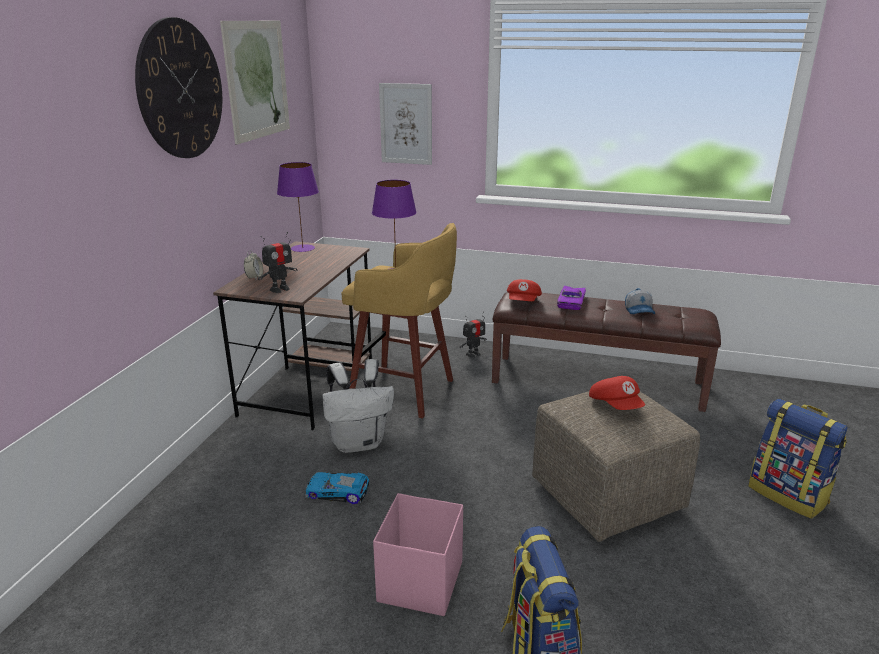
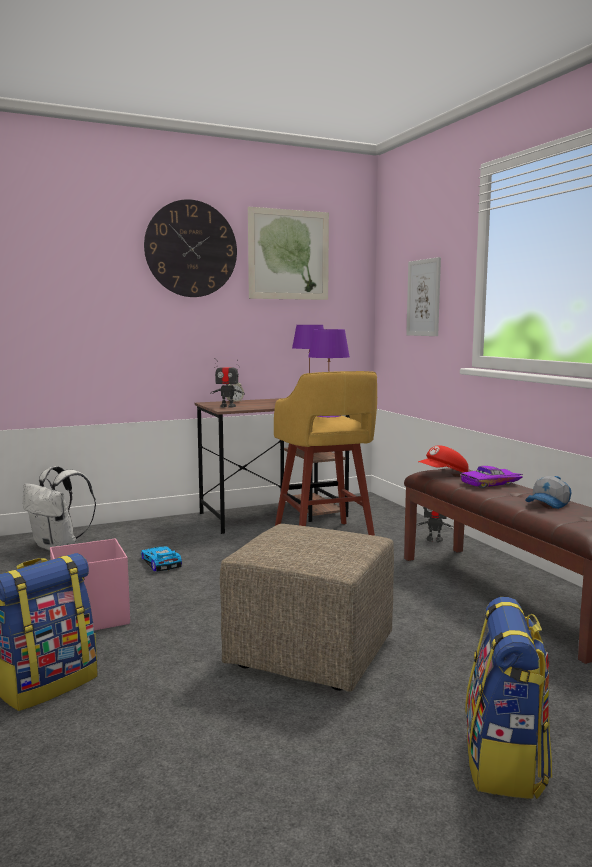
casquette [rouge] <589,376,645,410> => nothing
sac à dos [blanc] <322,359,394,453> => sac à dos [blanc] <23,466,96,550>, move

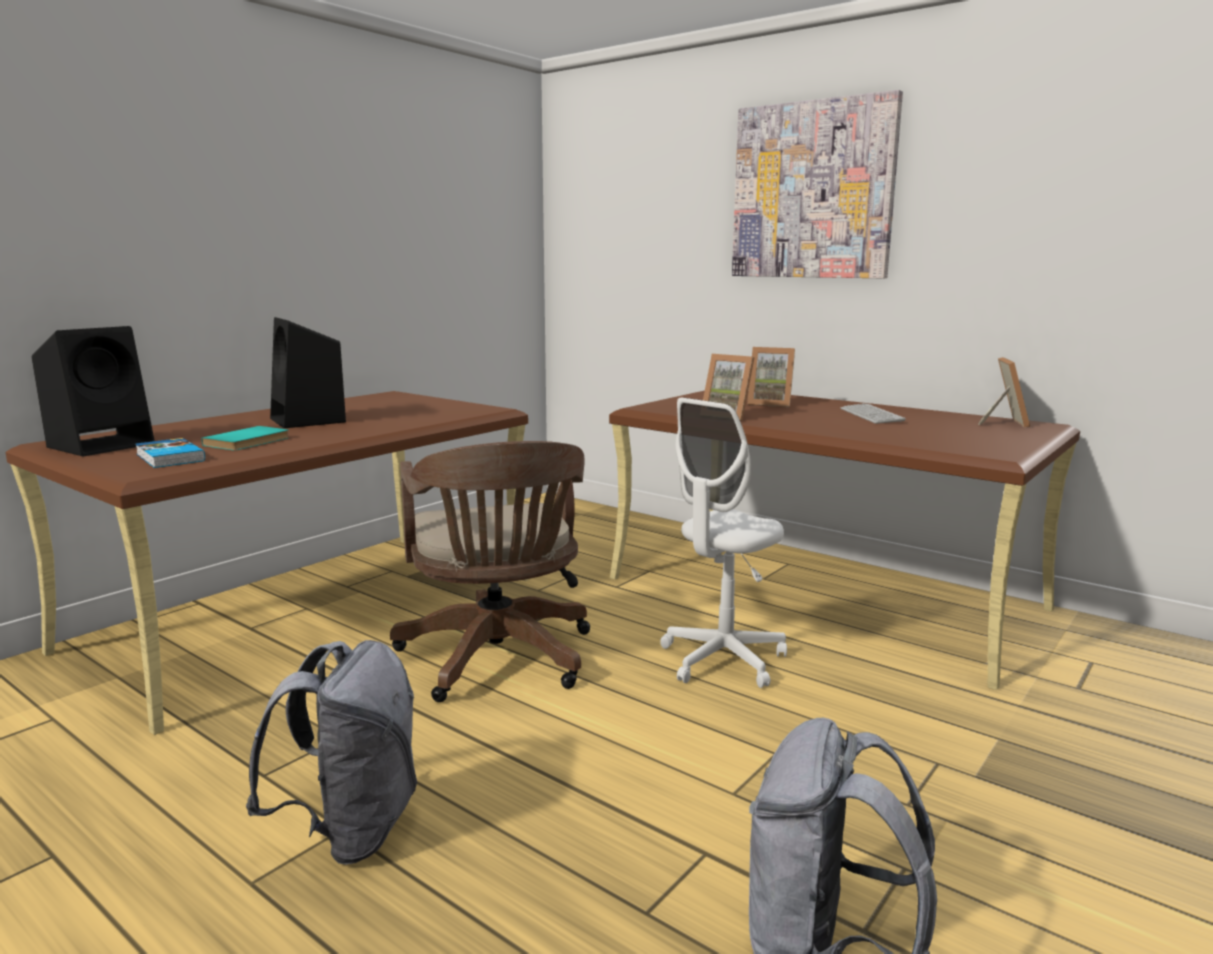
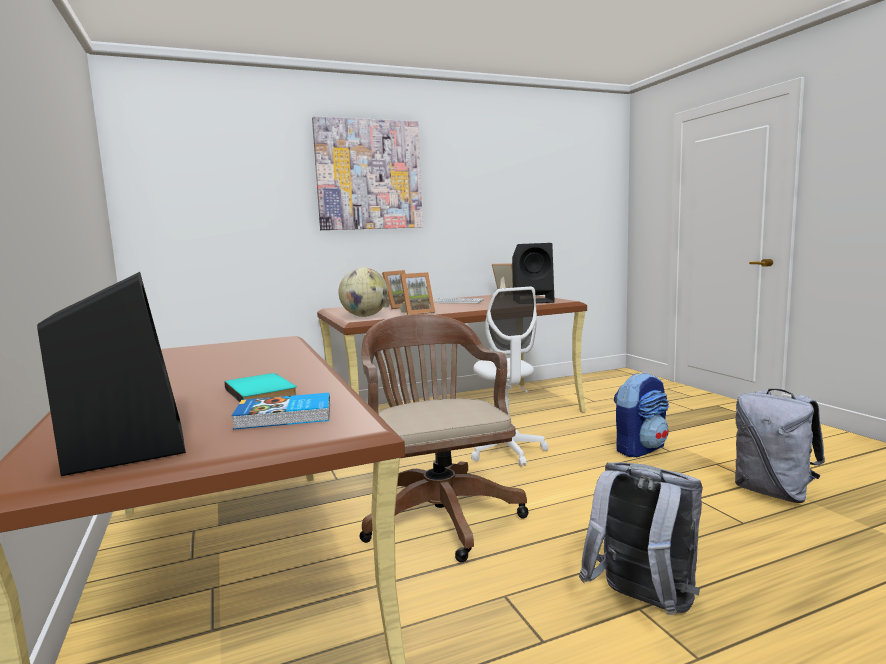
nothing => globe <339,268,388,317>
nothing => sac à dos <614,372,669,457>
enceinte [noir] <270,317,346,428> => enceinte [noir] <512,243,555,303>, move
chaise de bureau [marron] <390,441,590,702> => chaise de bureau [marron] <360,314,529,562>, 120 degrees counterclockwise

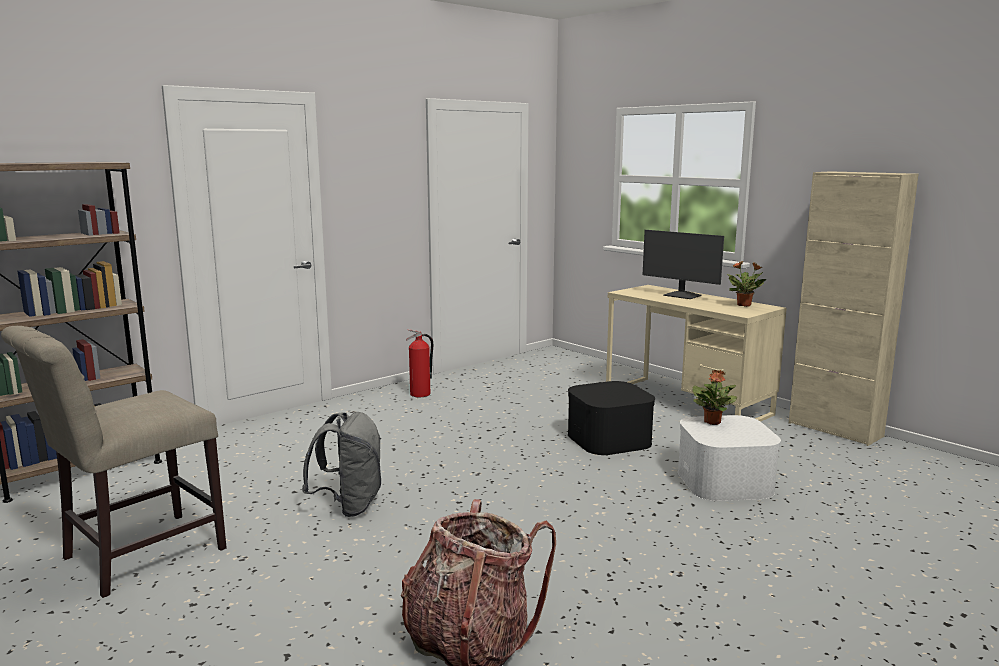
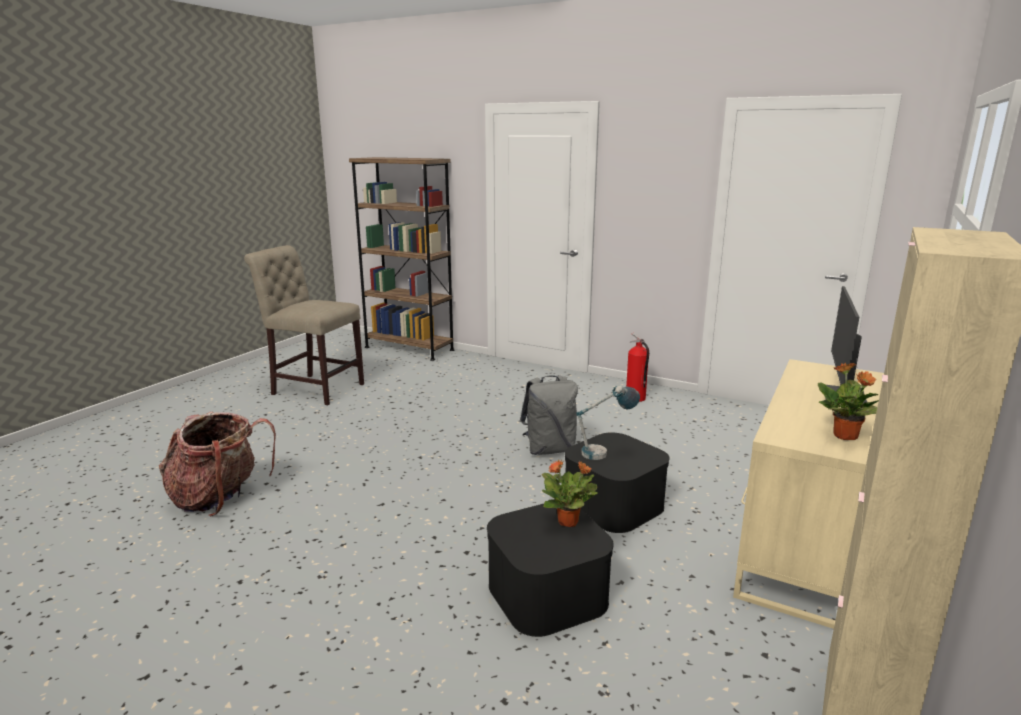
nothing => lampe de table <576,385,640,460>
sac à dos [gris] <302,412,381,517> => sac à dos [gris] <520,375,578,455>, move
boîte de rangement [blanc] <678,415,781,501> => boîte de rangement [noir] <487,504,614,637>

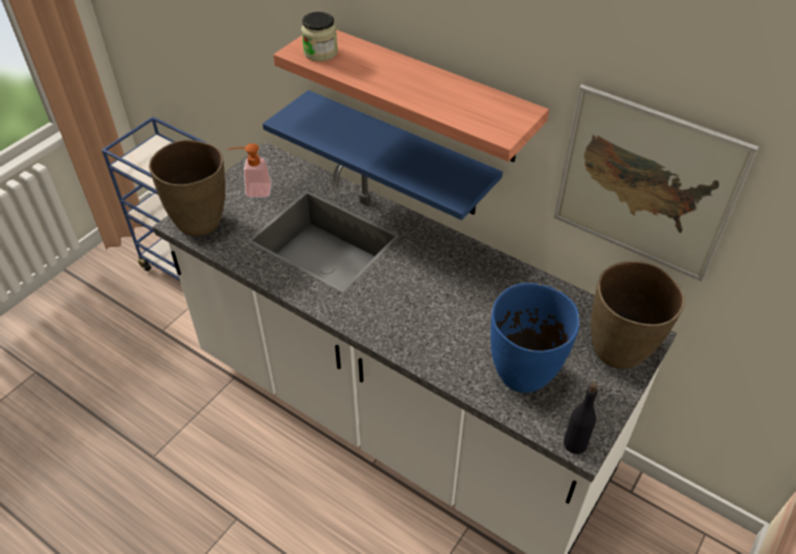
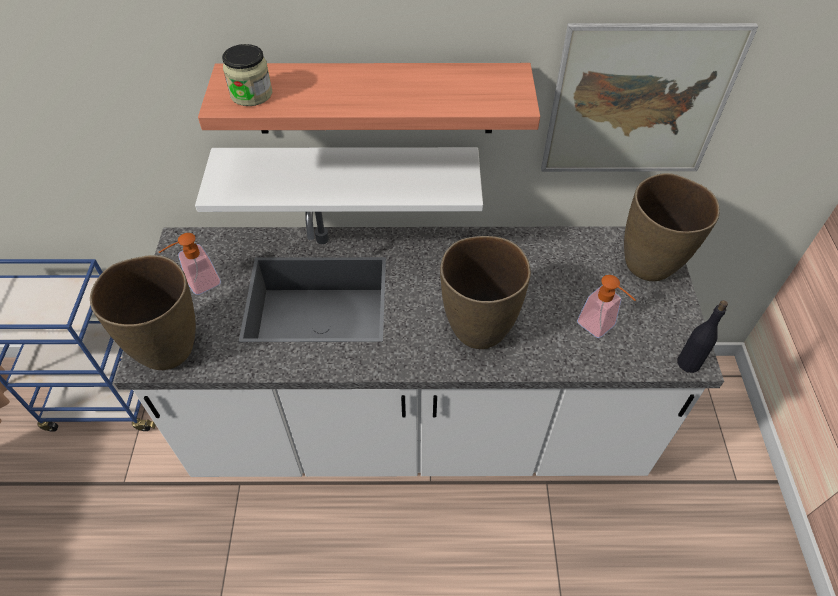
nothing => vase [marron] <440,236,531,349>
vase [bleu] <490,283,580,393> => distributeur de savon <577,275,636,338>
étagère [bleu] <263,90,503,220> => étagère [blanc] <195,147,483,212>

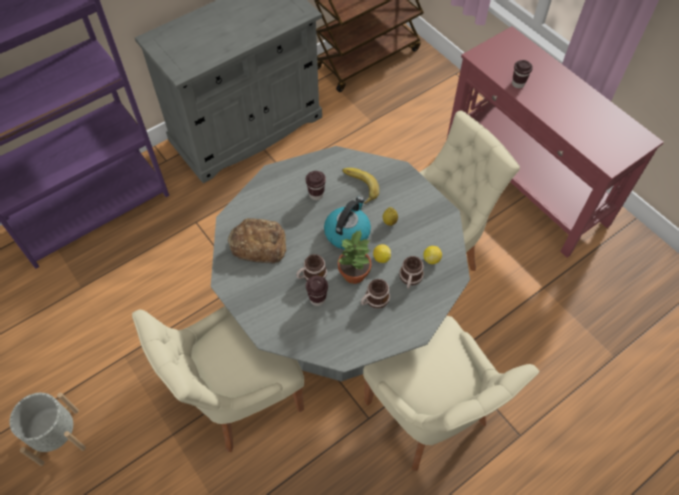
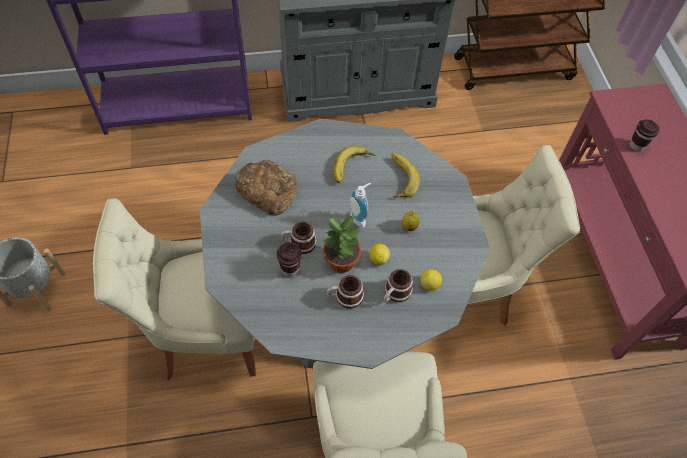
tasse [marron] <306,171,326,200> => banane <333,145,375,183>
bouilloire <324,197,371,249> => distributeur de savon <350,183,371,228>

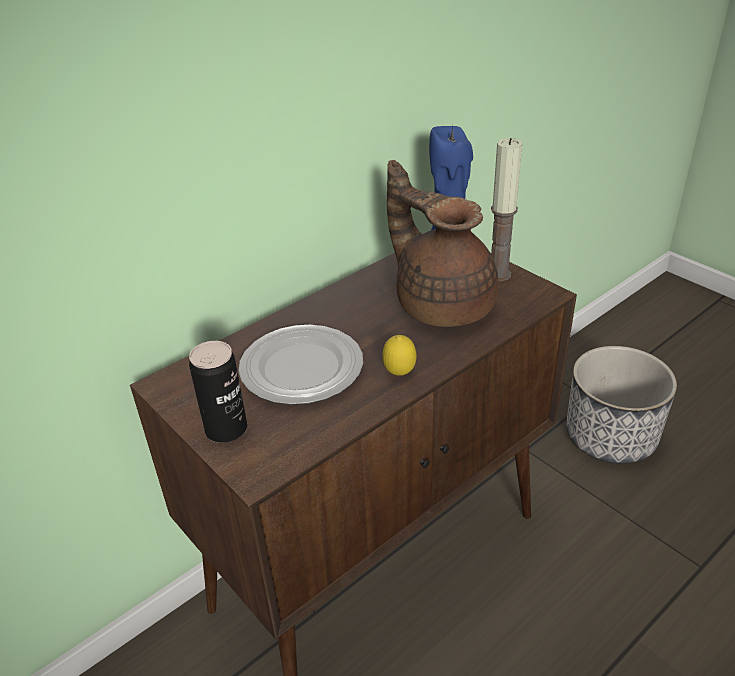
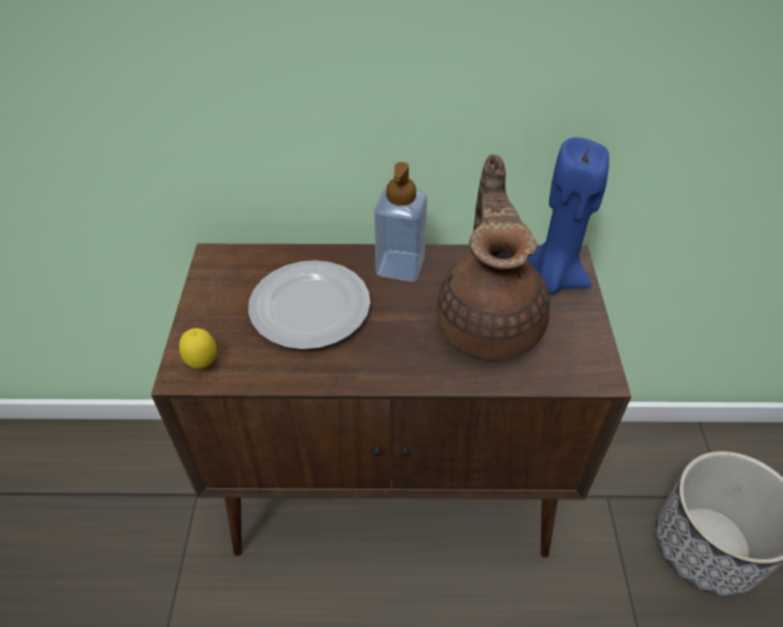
boîte métallique <189,341,247,443> => nothing
bougie <491,138,522,281> => nothing
nothing => distributeur de savon <374,162,427,282>
citron <382,335,416,376> => citron <179,328,216,369>, move

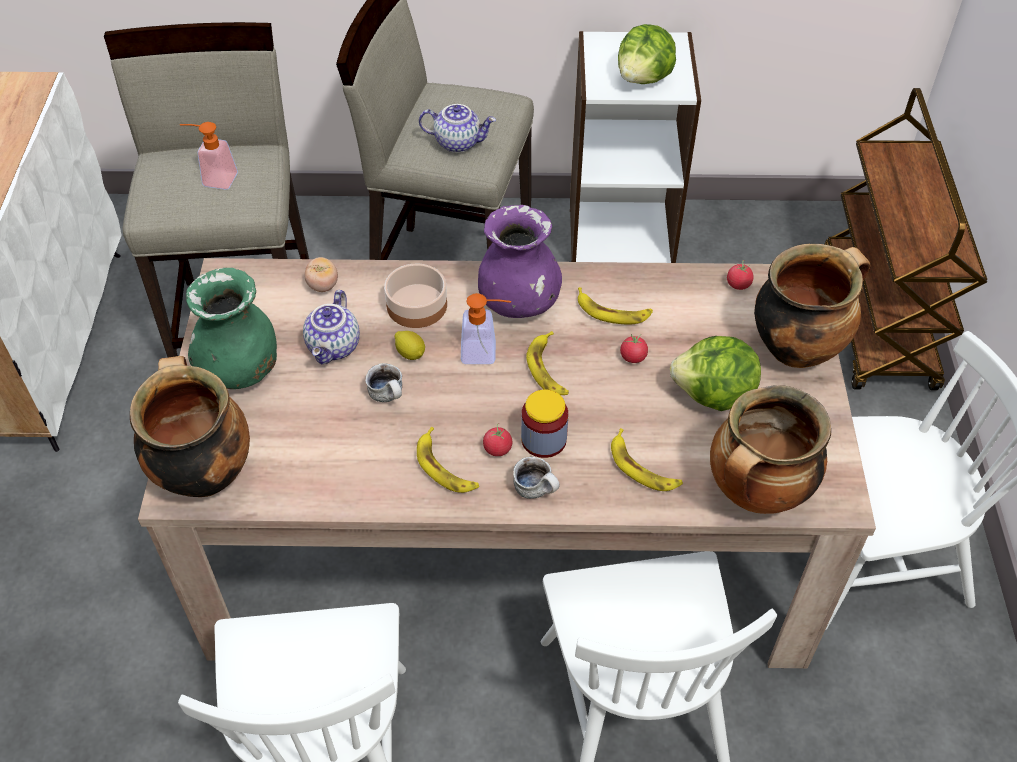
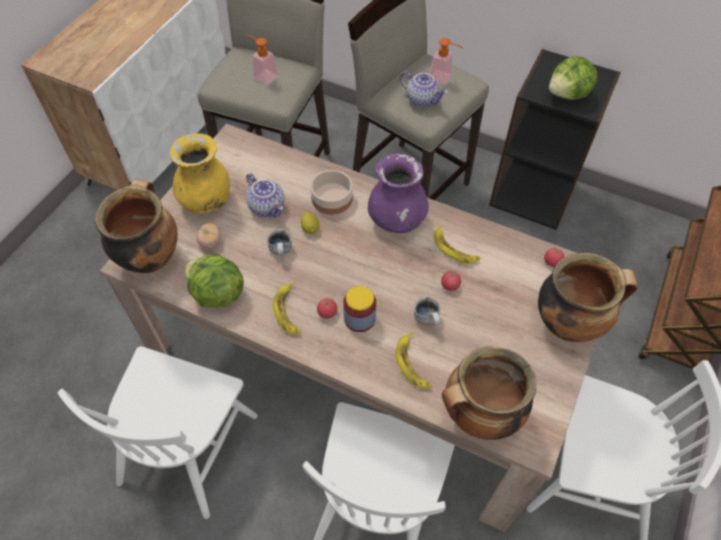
banane <526,331,569,395> => nothing
tomate <304,257,338,292> => tomate <196,223,221,249>, move
distributeur de savon <461,293,511,364> => distributeur de savon <430,38,463,84>, move
mug <513,457,559,499> => mug <414,296,441,326>, move
laitue <670,336,761,411> => laitue <185,254,244,307>, move
vase [vert] <186,268,277,389> => vase [jaune] <170,133,230,214>
bibliothèque [blanc] <570,31,701,263> => bibliothèque [noir] <489,49,621,230>
théière <303,290,360,364> => théière <246,173,284,217>, 75 degrees counterclockwise

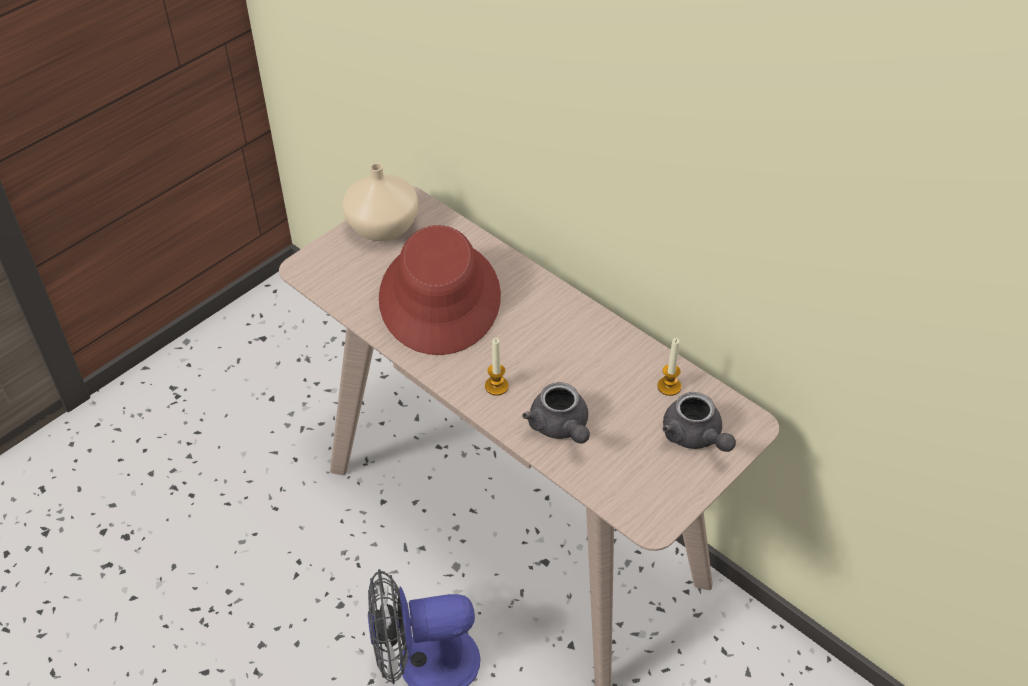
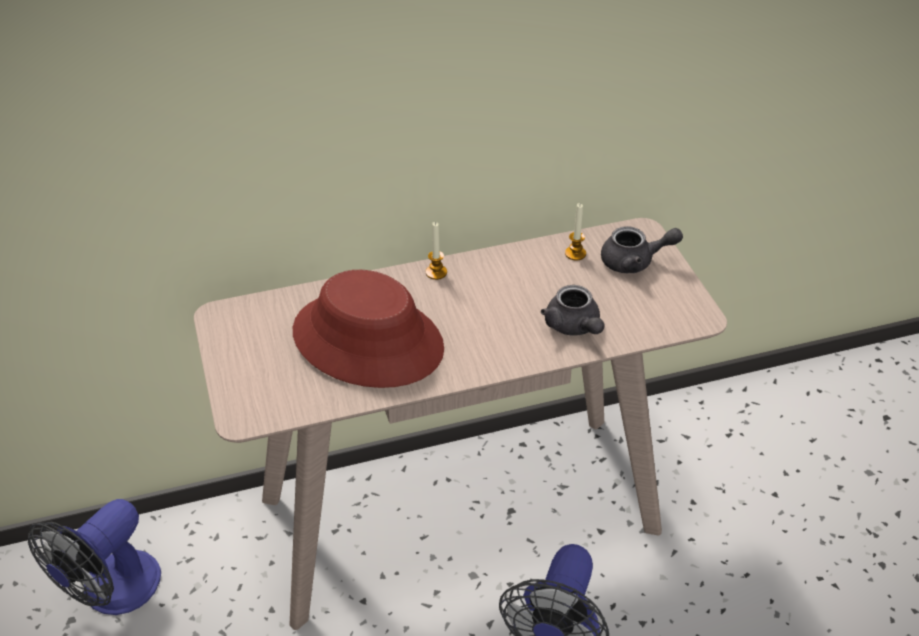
vase [beige] <343,163,418,241> => nothing
nothing => ventilateur <28,499,161,615>
bougie <485,338,509,396> => bougie <426,222,447,280>, move
théière [gris] <522,382,590,444> => théière [gris] <541,285,605,336>, 60 degrees clockwise

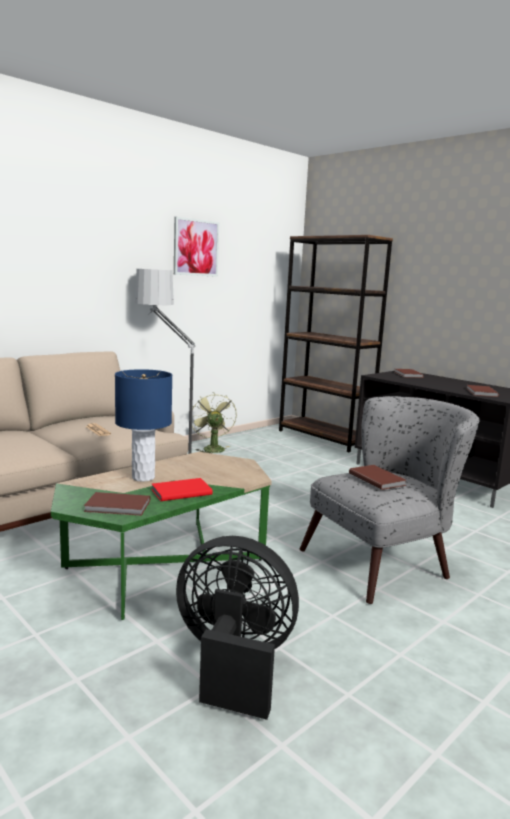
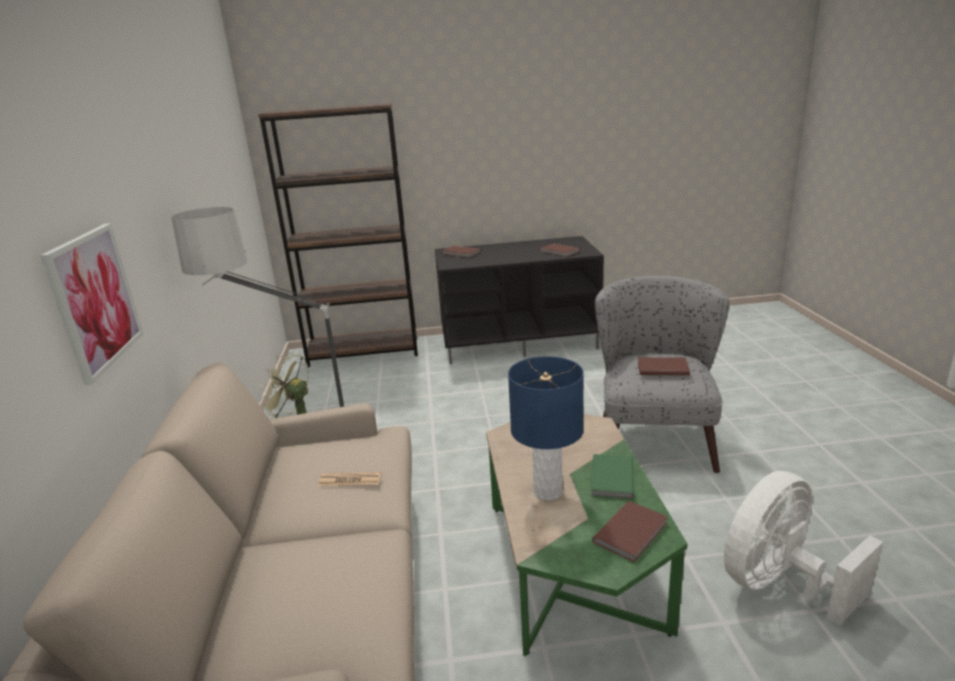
tableau <174,217,219,277> => tableau <40,223,143,385>, move
livre [rouge] <151,478,213,501> => livre [vert] <591,454,634,499>
ventilateur [noir] <176,536,299,720> => ventilateur [blanc] <724,471,883,625>

